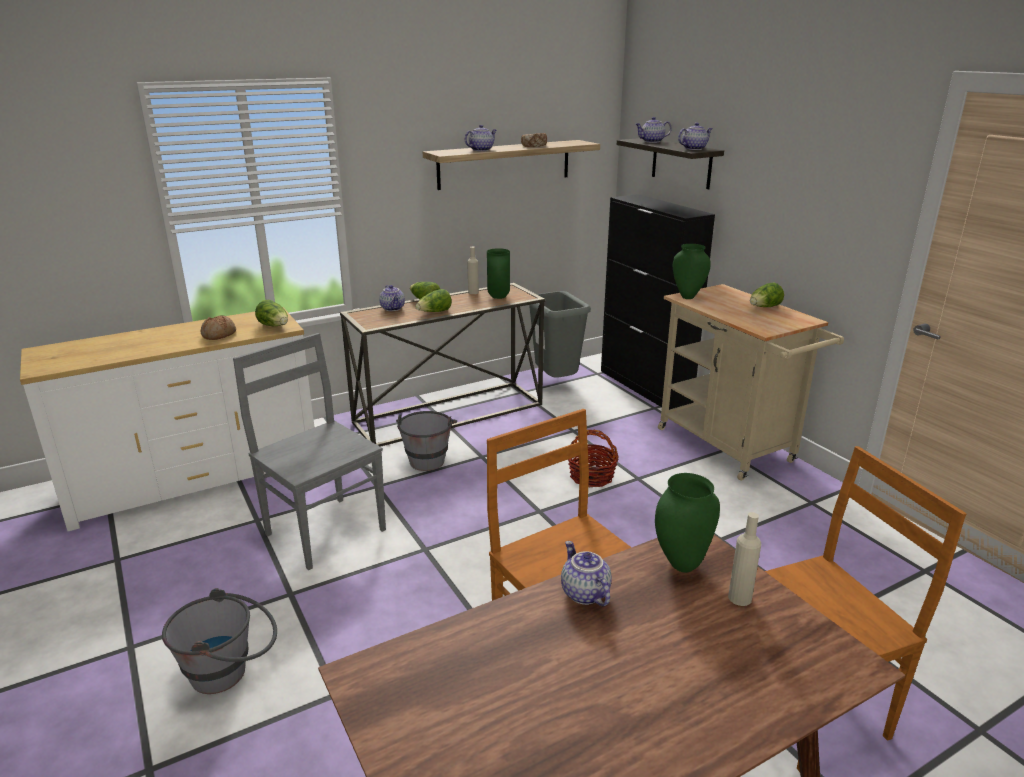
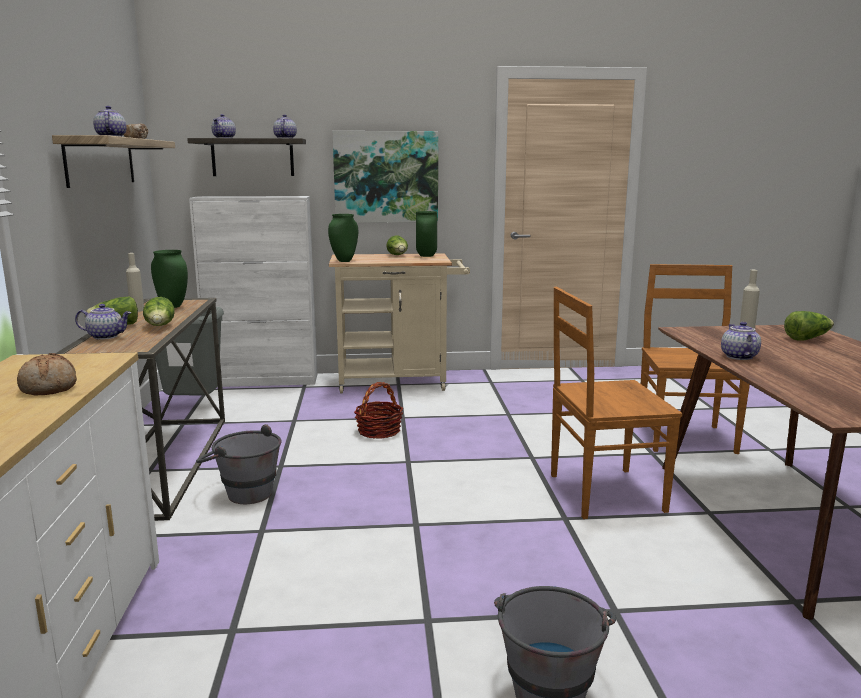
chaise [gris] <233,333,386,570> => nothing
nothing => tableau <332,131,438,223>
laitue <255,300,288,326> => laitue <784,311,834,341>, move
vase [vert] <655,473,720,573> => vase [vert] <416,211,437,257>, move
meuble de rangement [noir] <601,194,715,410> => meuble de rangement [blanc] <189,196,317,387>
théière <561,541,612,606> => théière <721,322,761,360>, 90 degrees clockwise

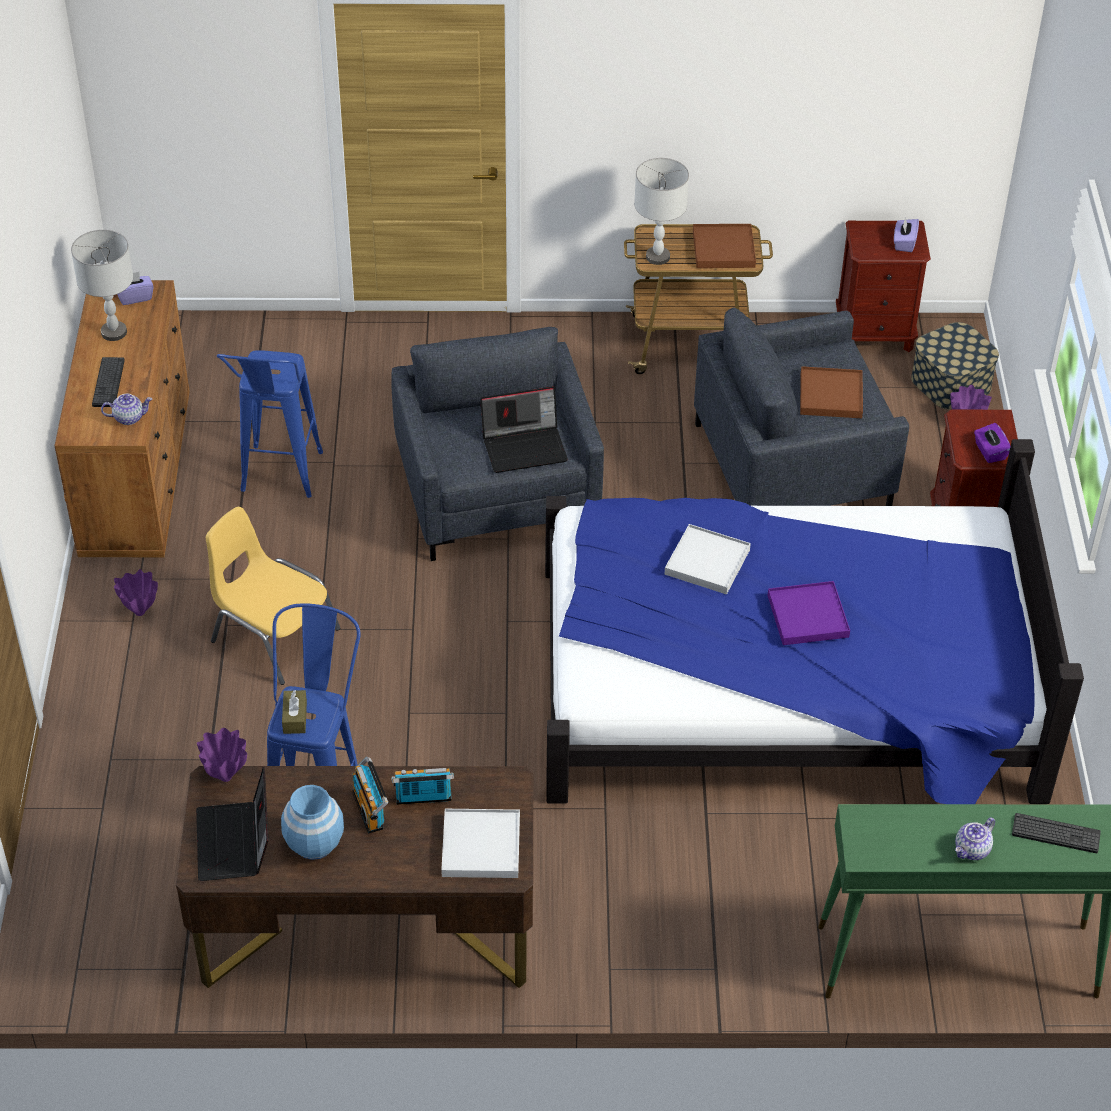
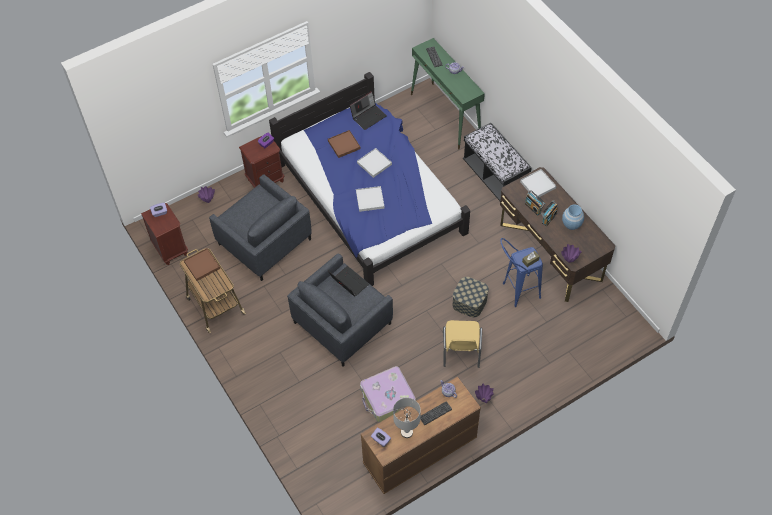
lampe de table [gris] <634,158,689,265> => nothing
nothing => banc [noir] <463,123,532,201>
ordinateur portable <196,767,269,881> => ordinateur portable <349,91,387,130>, move
plateau [marron] <800,366,863,418> => plateau [marron] <328,130,361,158>, move
boîte de rangement <911,322,999,410> => boîte de rangement <452,277,489,318>, move
tabouret [bleu] <217,350,323,498> => valise <360,366,416,422>
plateau [violet] <767,581,850,645> => plateau [blanc] <357,148,392,178>

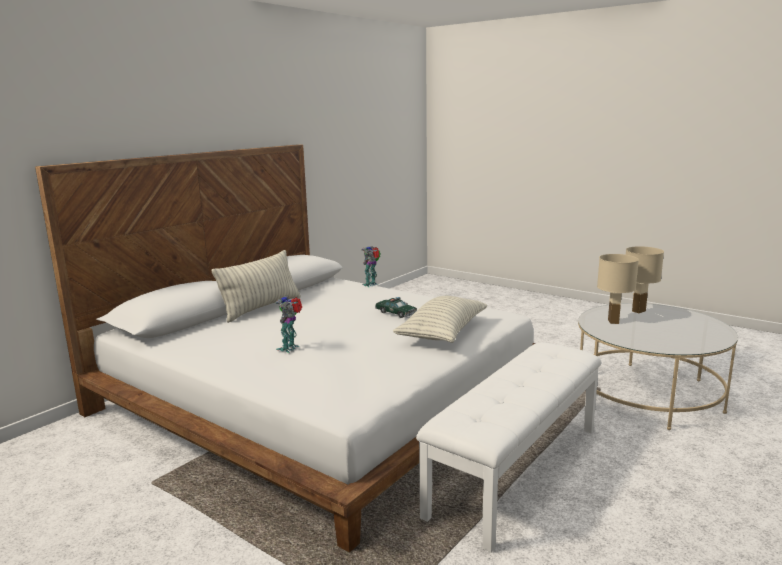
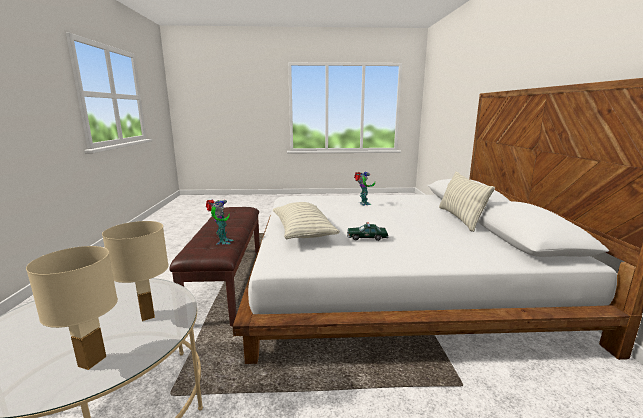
robot jouet <361,246,381,287> => robot jouet <206,199,234,244>, move
banc [blanc] <416,343,601,553> => banc [marron] <169,207,260,326>

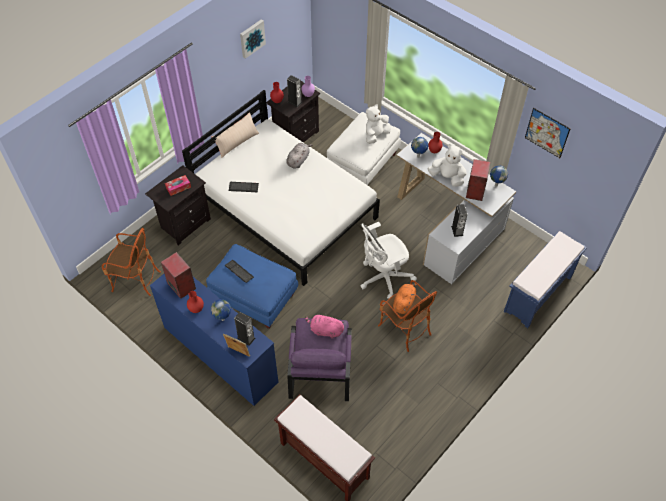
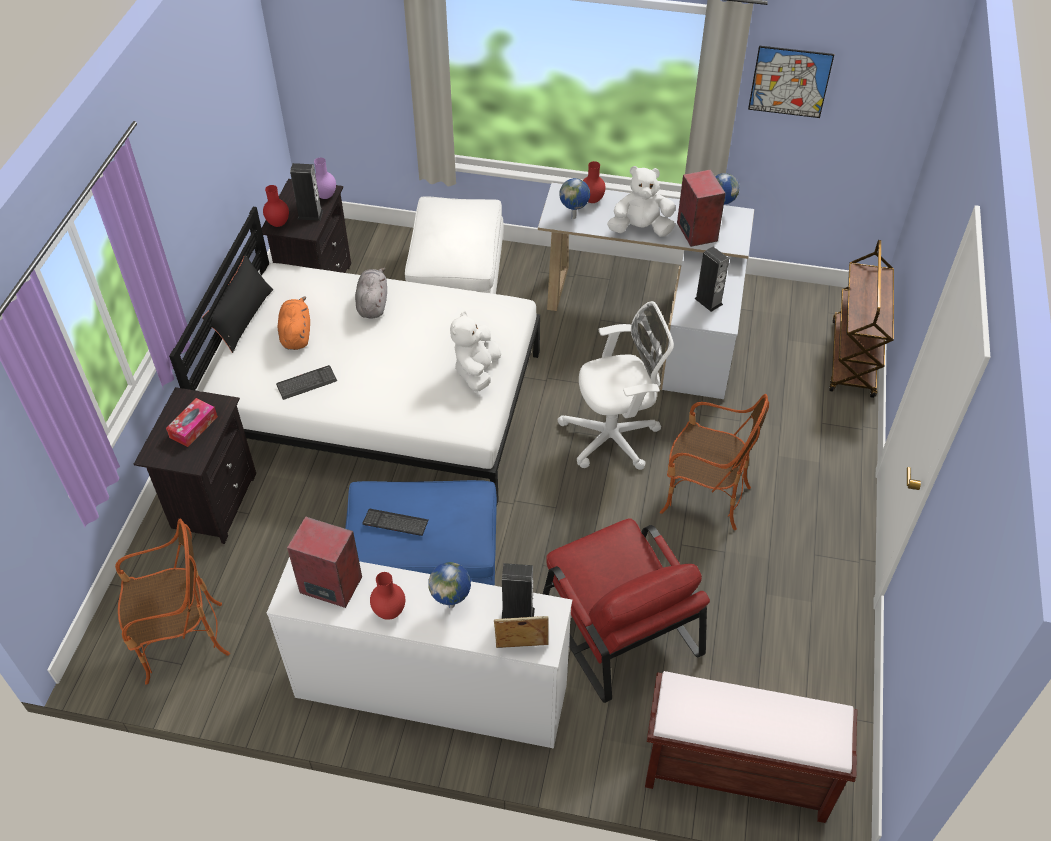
tableau <240,19,266,59> => nothing
peluche [rose] <305,313,344,339> => nothing
peluche [blanc] <366,104,391,144> => peluche [blanc] <450,311,501,392>, move
peluche [orange] <393,283,417,314> => peluche [orange] <278,296,310,350>, move
banc [bleu] <504,231,587,328> => chariot [marron] <829,240,894,398>
commode [bleu] <150,274,278,406> => commode [blanc] <267,557,572,749>
coussin [beige] <212,112,259,158> => coussin [noir] <202,255,273,353>
fauteuil [violet] <287,318,352,401> => fauteuil [rouge] <543,518,710,703>
chaise de bureau [blanc] <361,222,417,298> => chaise de bureau [blanc] <558,301,674,470>, 135 degrees counterclockwise

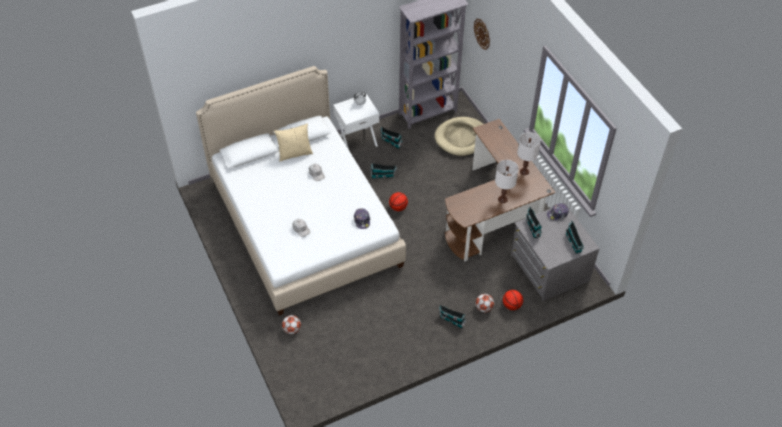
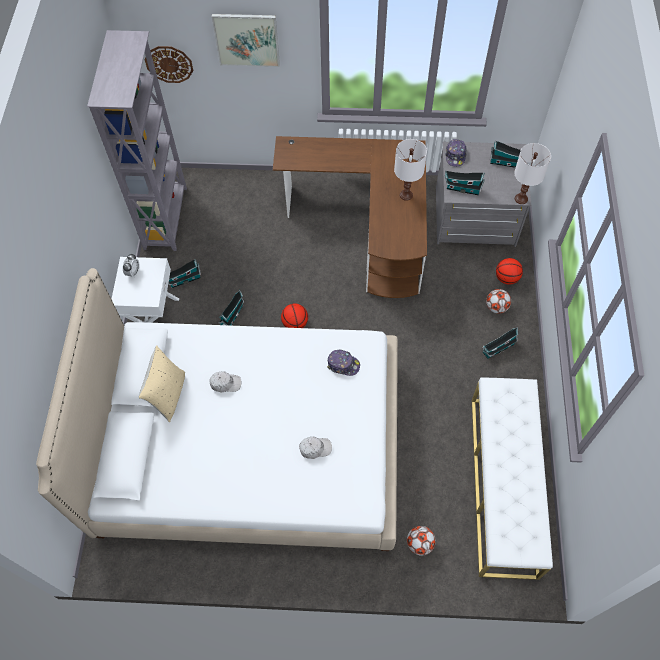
panier pour chien [beige] <435,117,483,156> => nothing
nothing => tableau <212,14,280,67>
nothing => banc [blanc] <472,377,553,580>
lampe de table [blanc] <517,132,541,175> => lampe de table [blanc] <514,143,551,204>, move

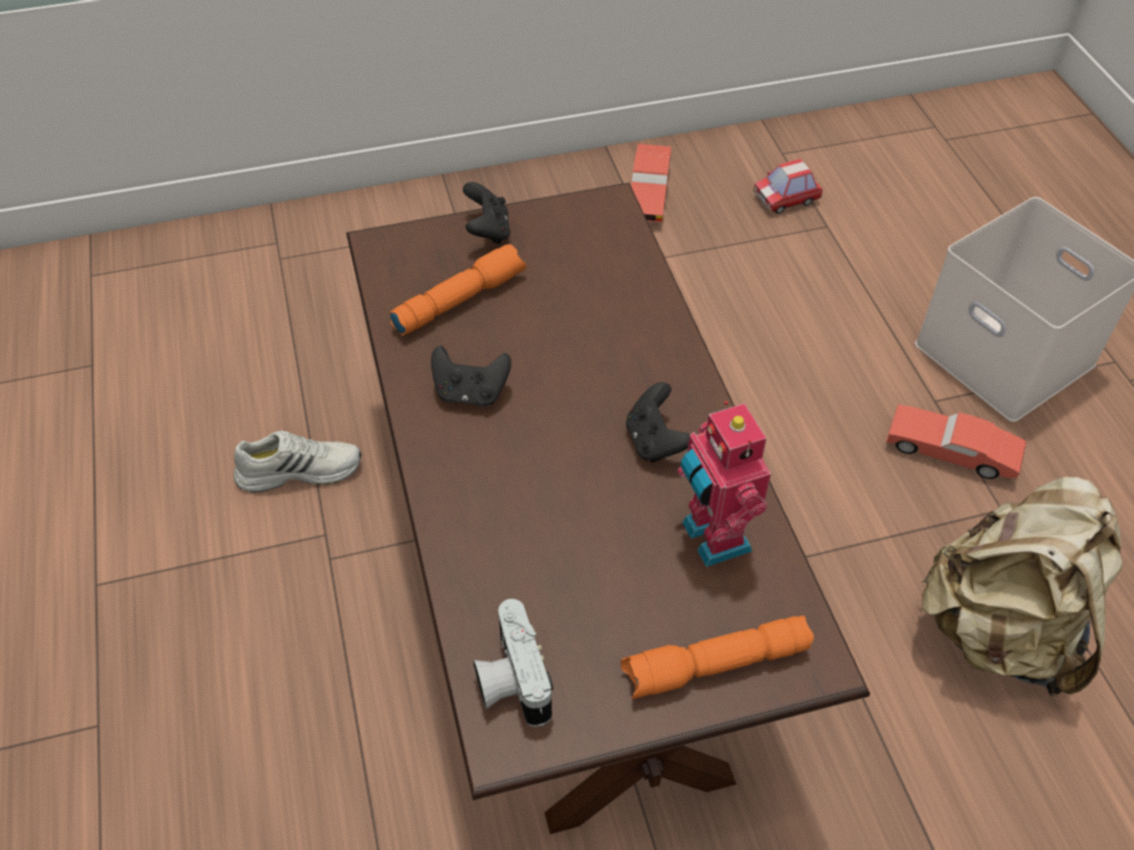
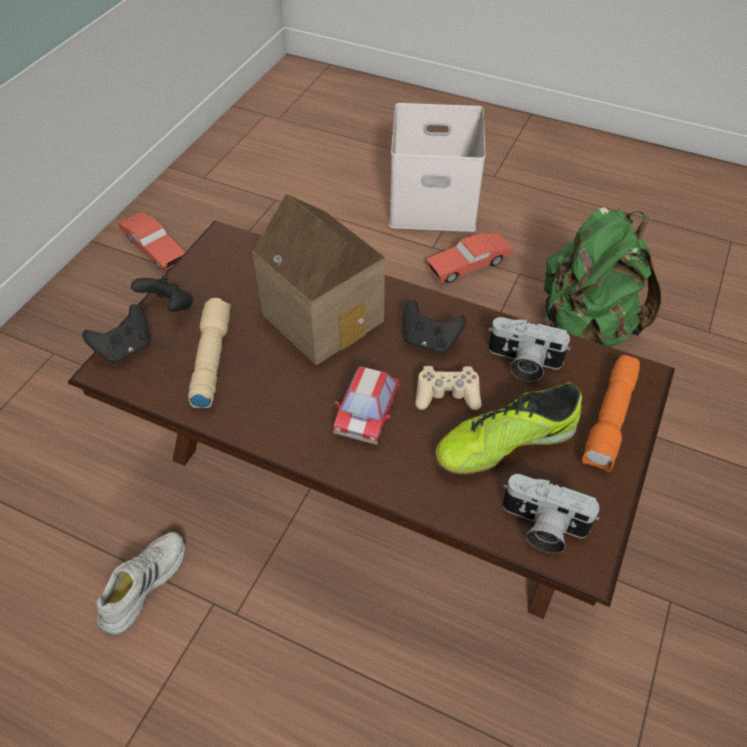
nothing => maison miniature <252,194,385,366>
nothing => manette [beige] <415,366,482,411>
nothing => chaussure <435,382,582,475>
manette [noir] <431,345,511,407> => manette [noir] <82,304,150,363>, move
petite voiture <753,159,823,214> => petite voiture <333,366,399,445>, move
robot jouet <677,401,771,567> => appareil photo <488,317,571,381>
lampe de poche [orange] <389,244,526,336> => lampe de poche [beige] <188,298,231,408>
sac à dos [beige] <921,477,1122,696> => sac à dos [vert] <543,207,661,347>

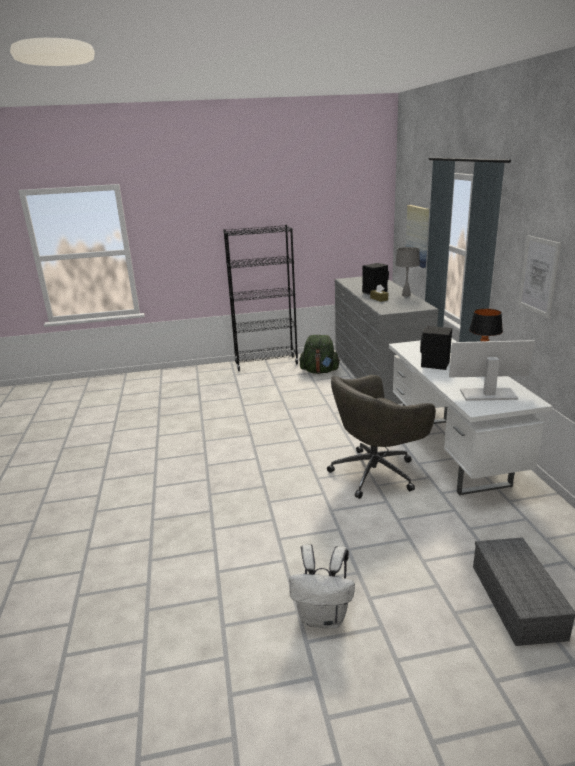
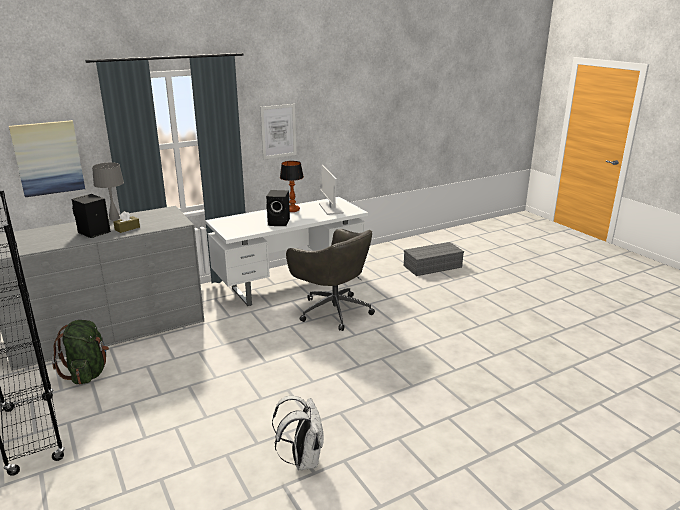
sac à dos [blanc] <289,544,355,629> => sac à dos [blanc] <272,396,324,470>, move

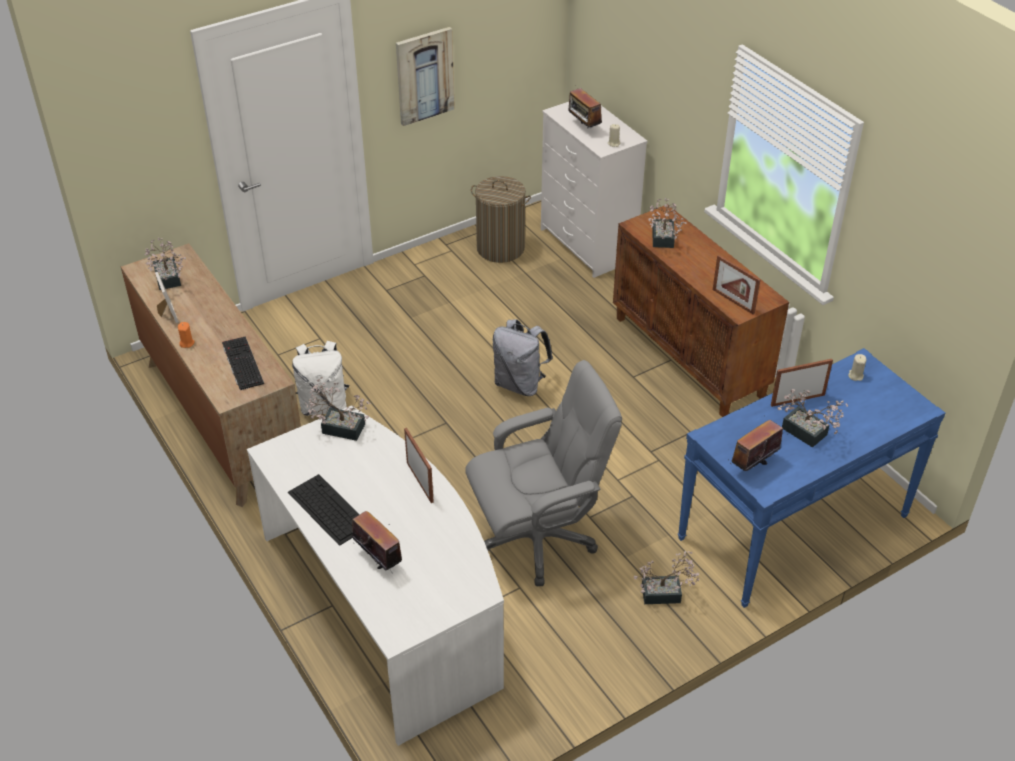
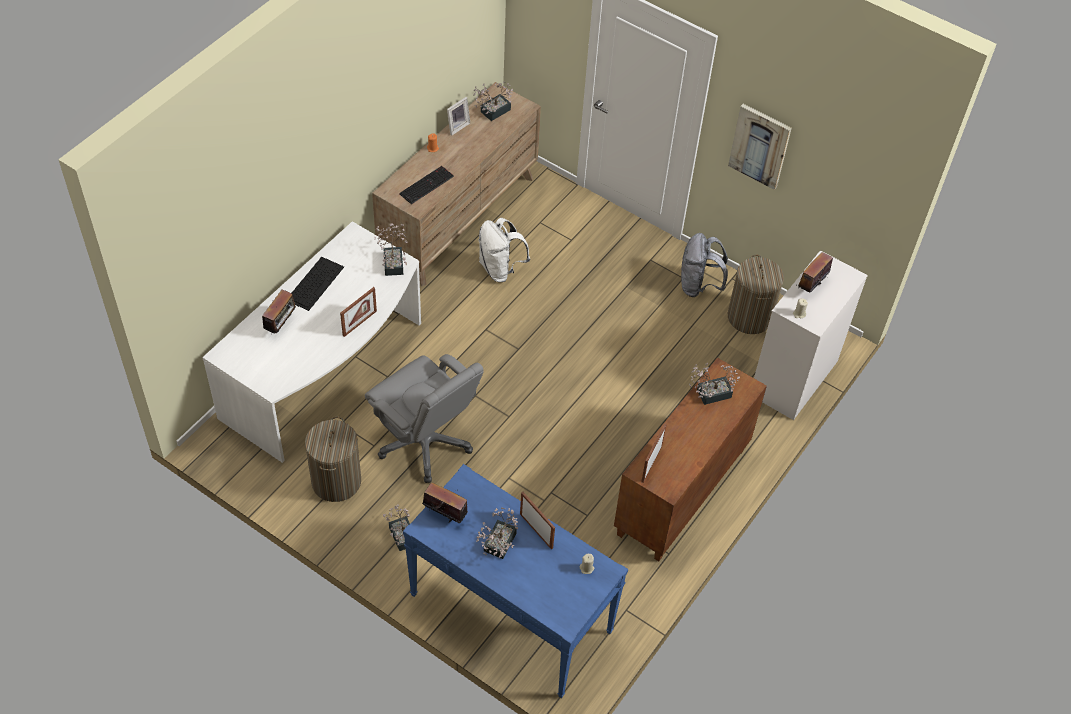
nothing => panier à linge <305,417,361,502>
sac à dos [gris] <493,319,553,396> => sac à dos [gris] <681,233,728,297>, move

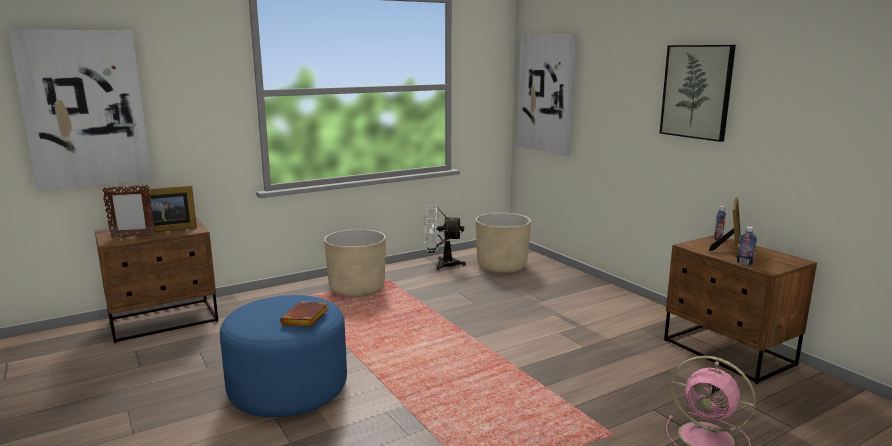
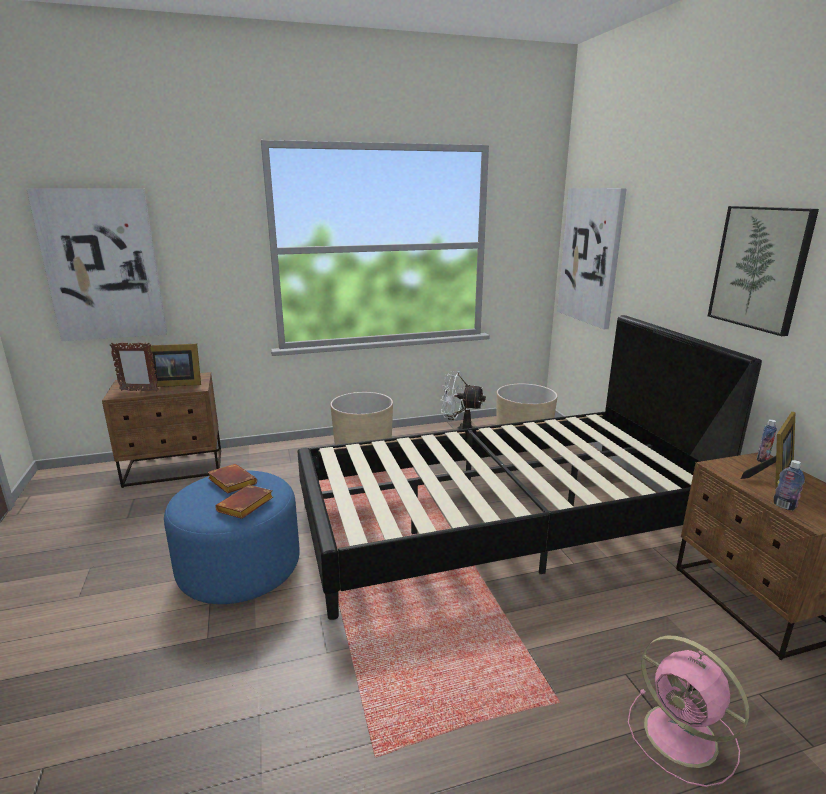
nothing => livre [marron] <208,464,257,494>
nothing => lit [noir] <297,315,762,620>

